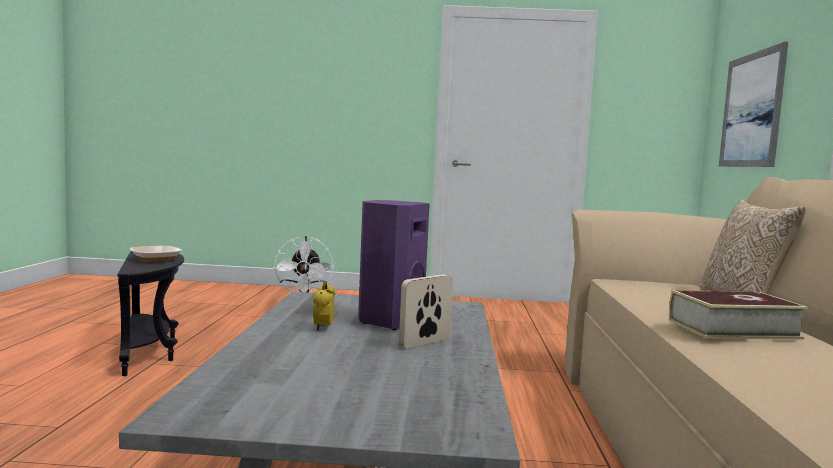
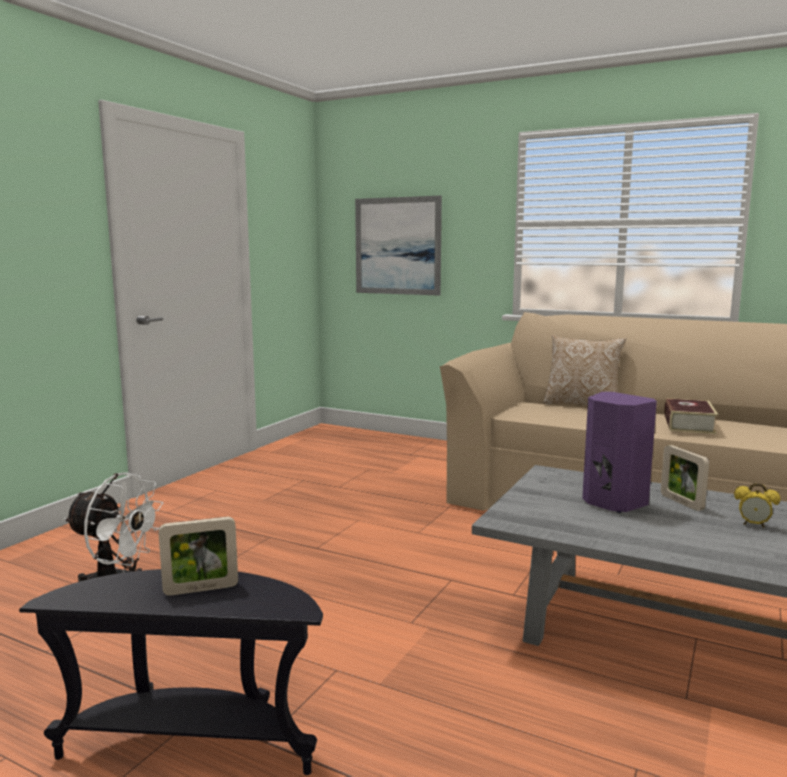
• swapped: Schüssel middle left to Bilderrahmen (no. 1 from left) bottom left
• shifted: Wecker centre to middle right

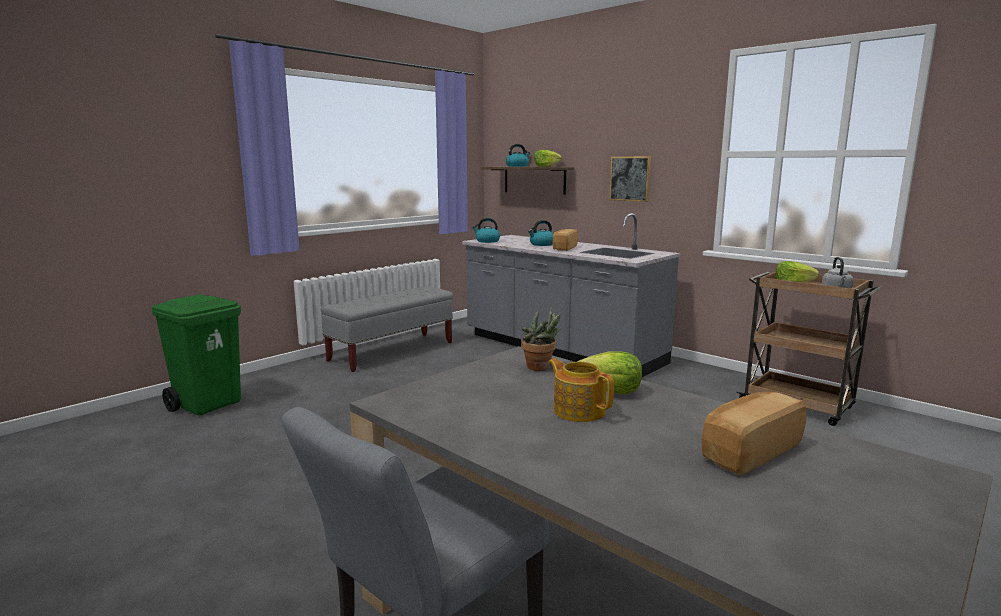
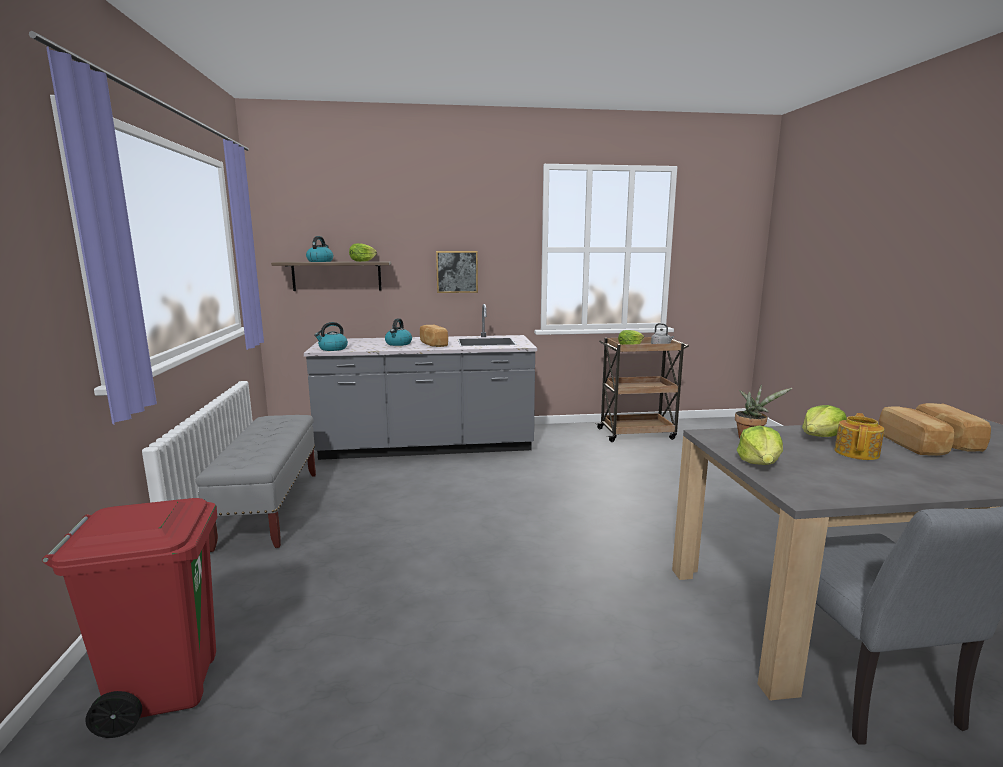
• repainted: Mülleimer [grün] middle left to Mülleimer [rot] bottom left
• rotated: Teekanne centre = middle right 120 degrees clockwise
• new: Salatkopf (no. 3 from left) middle right
• new: Brot (no. 2 from left) middle right

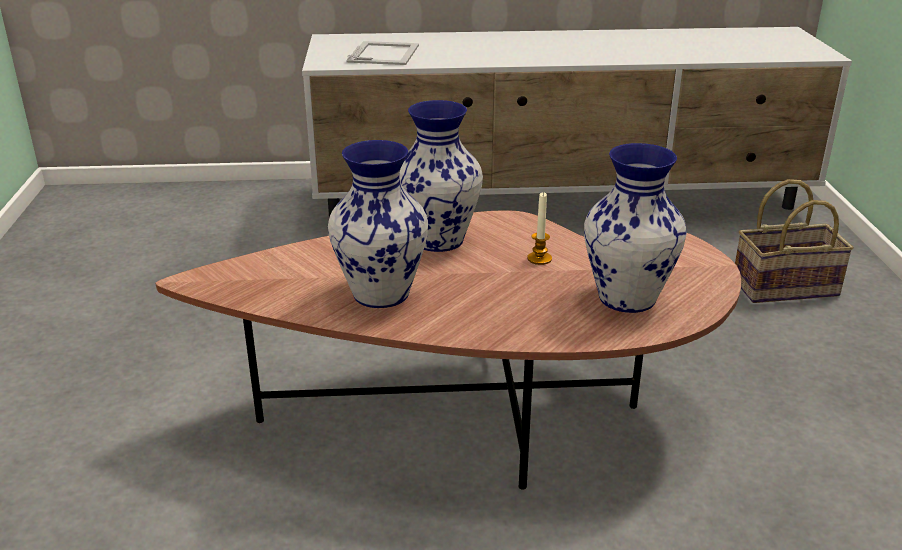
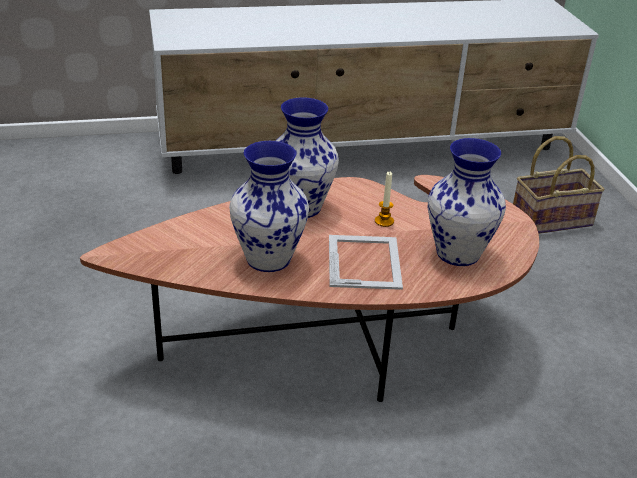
• shifted: Bilderrahmen top centre to centre

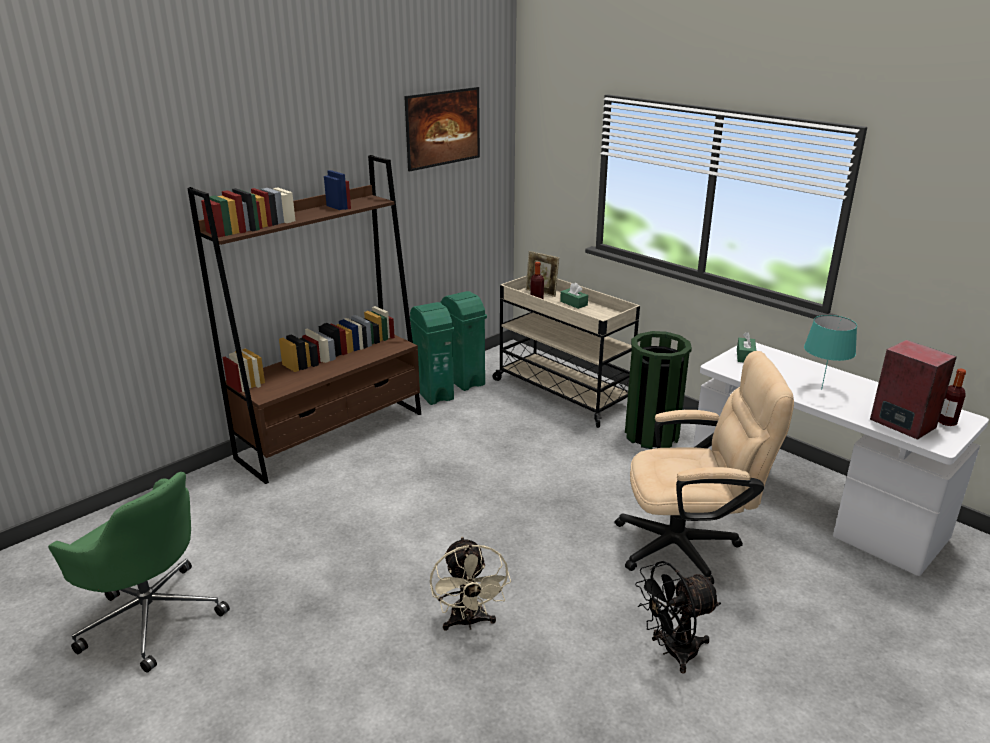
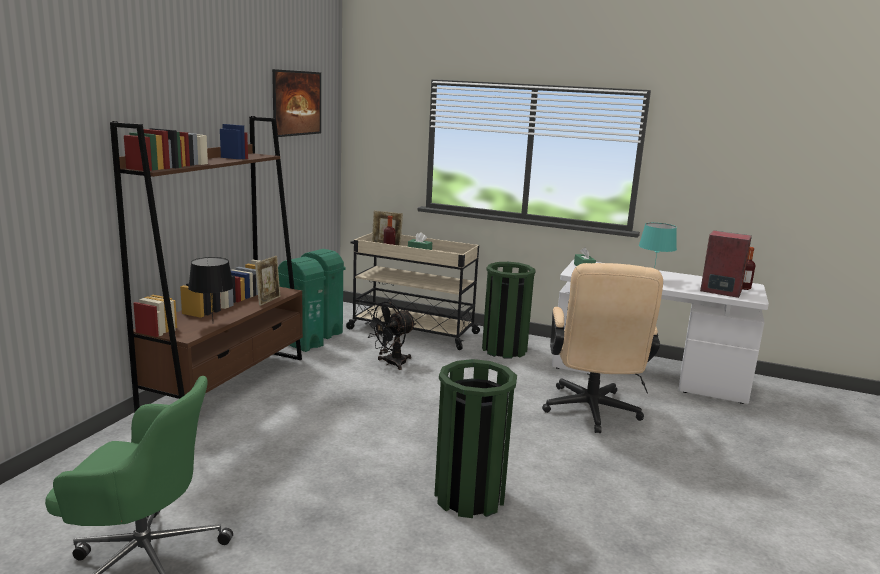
• swapped: Ventilator [beige] bottom centre to Mülleimer [grün] (no. 3 from left) bottom centre
• rotated: Bürostuhl [beige] middle right = middle right 120 degrees clockwise
• shifted: Ventilator [schwarz] bottom right to centre
• new: Tischlampe [schwarz] middle left
• new: Bilderrahmen (no. 1 from left) middle left

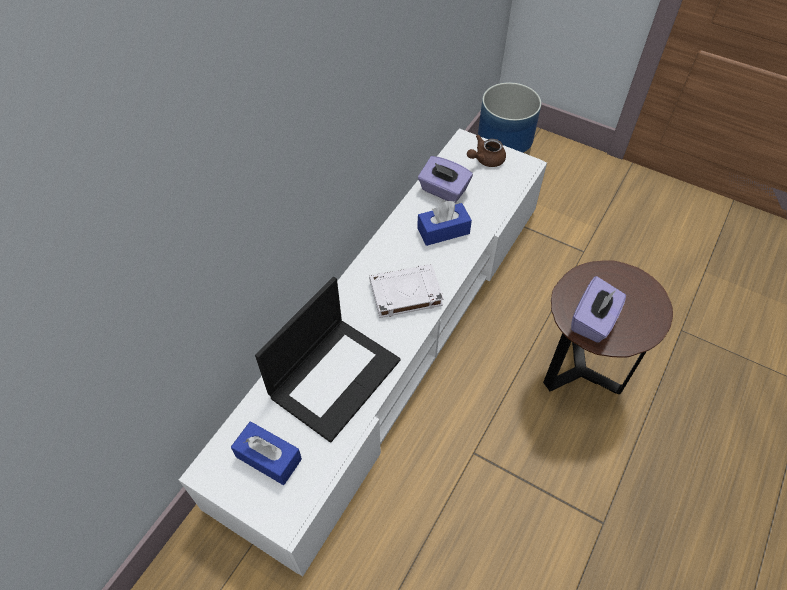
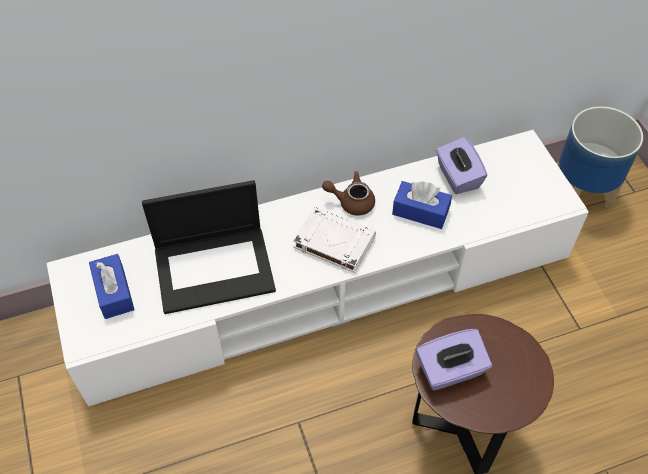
• shifted: Teekanne [braun] top centre to centre

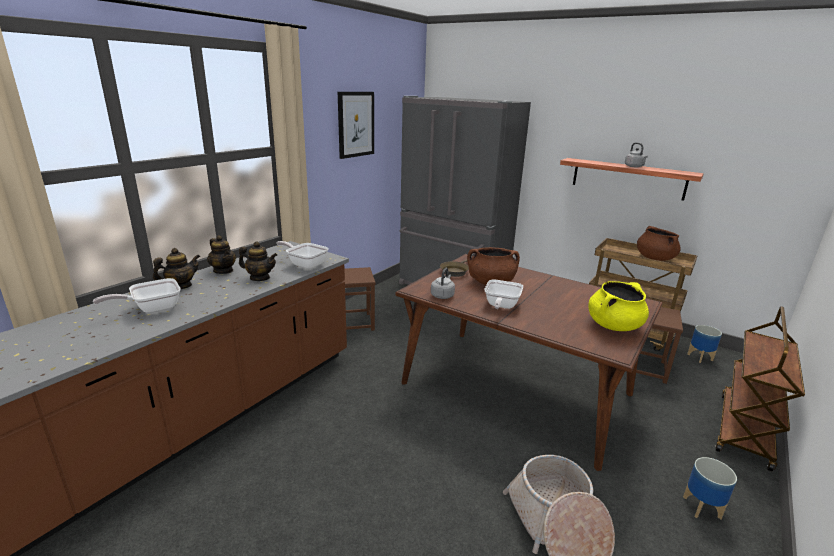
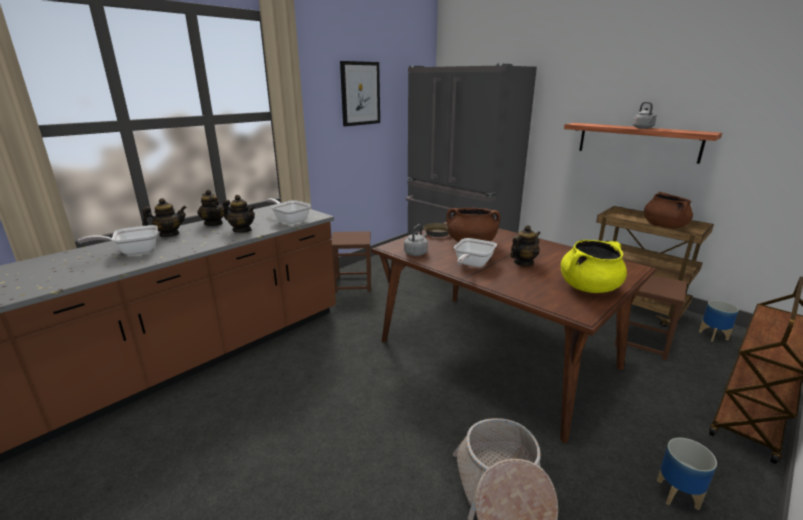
• new: Teekanne (no. 4 from left) centre

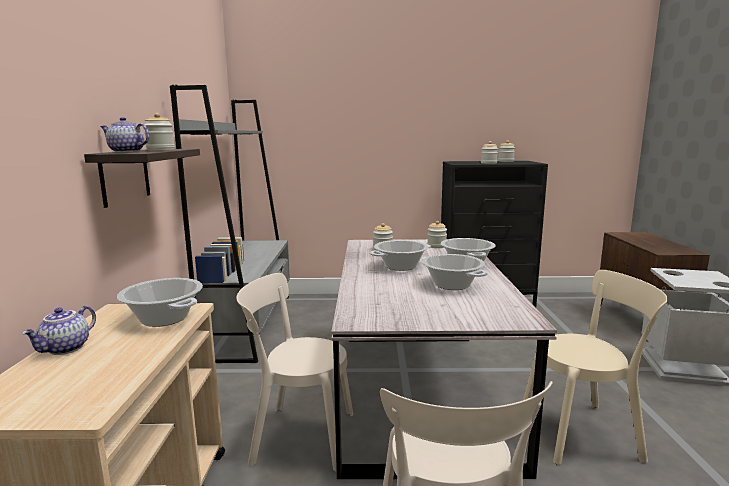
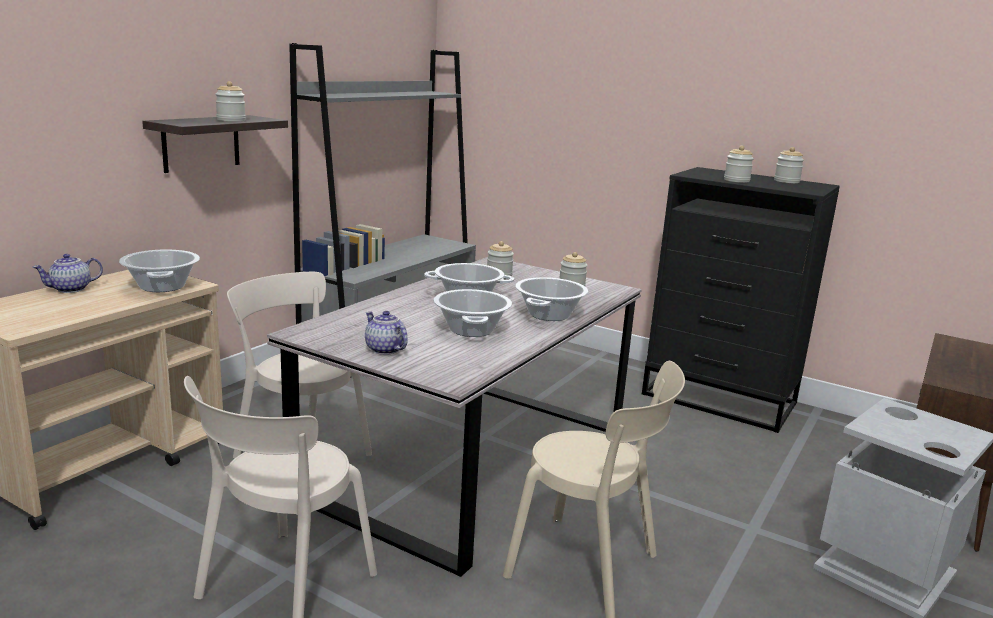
• shifted: Teekanne (no. 2 from left) top left to centre

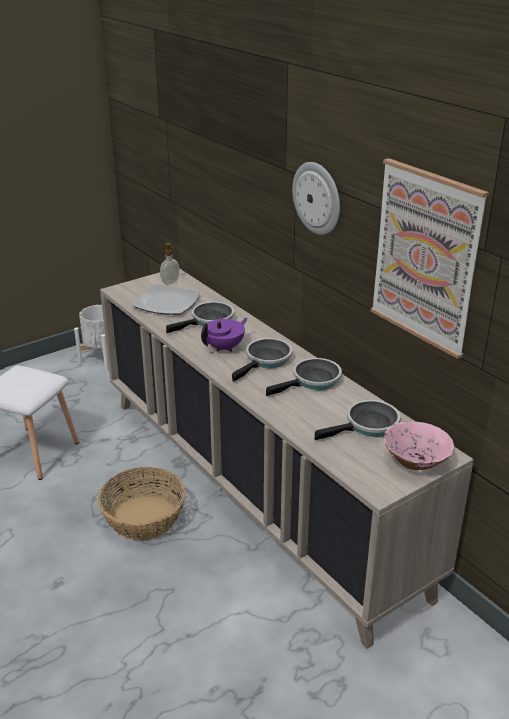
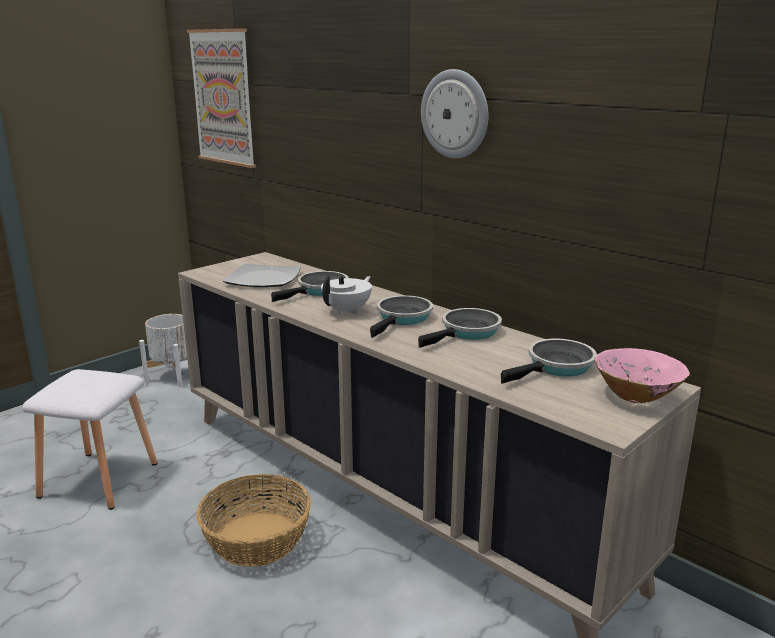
• gone: Seifenspender centre
• repainted: Teekanne [lila] centre to Teekanne [weiß] centre
• shifted: Bild middle right to top left

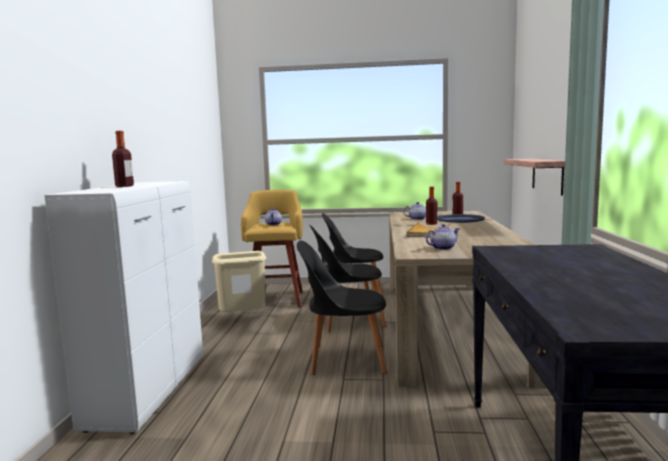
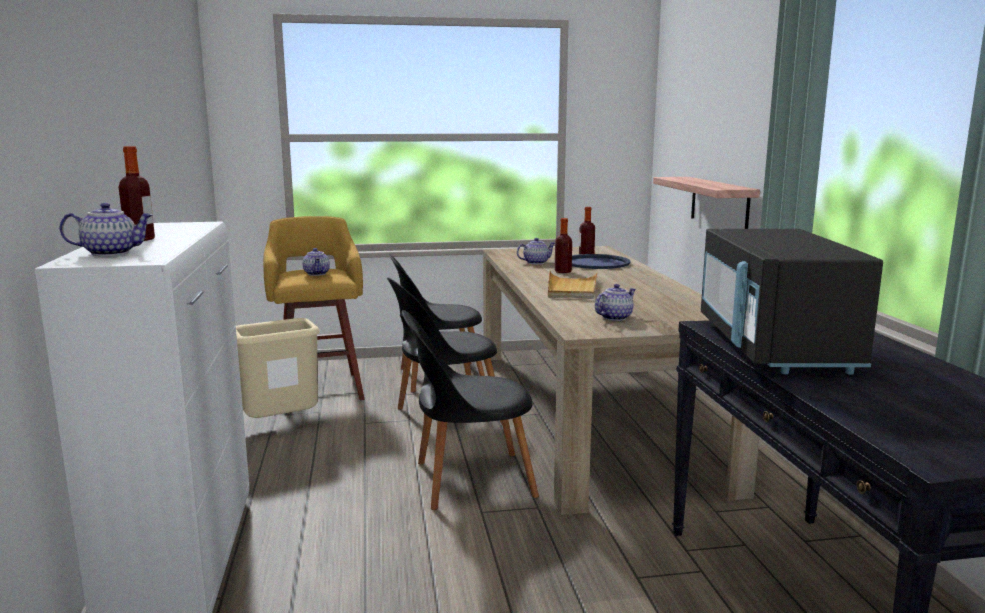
• new: Teekanne (no. 1 from left) middle left
• new: Mikrowelle [schwarz] middle right

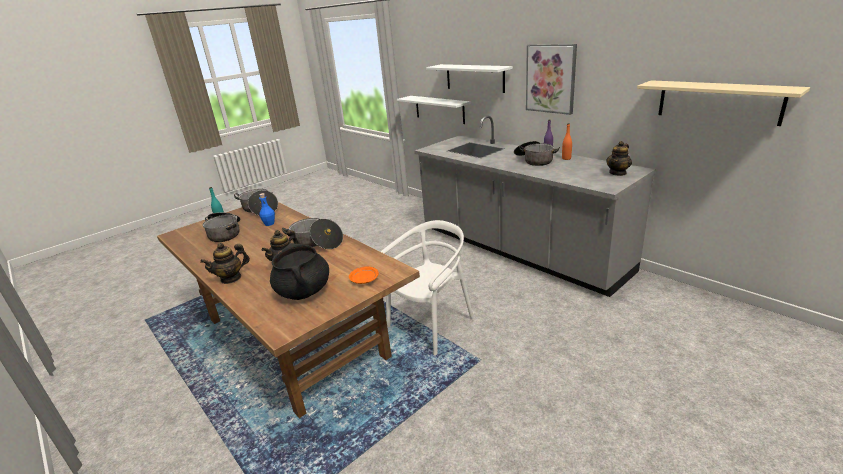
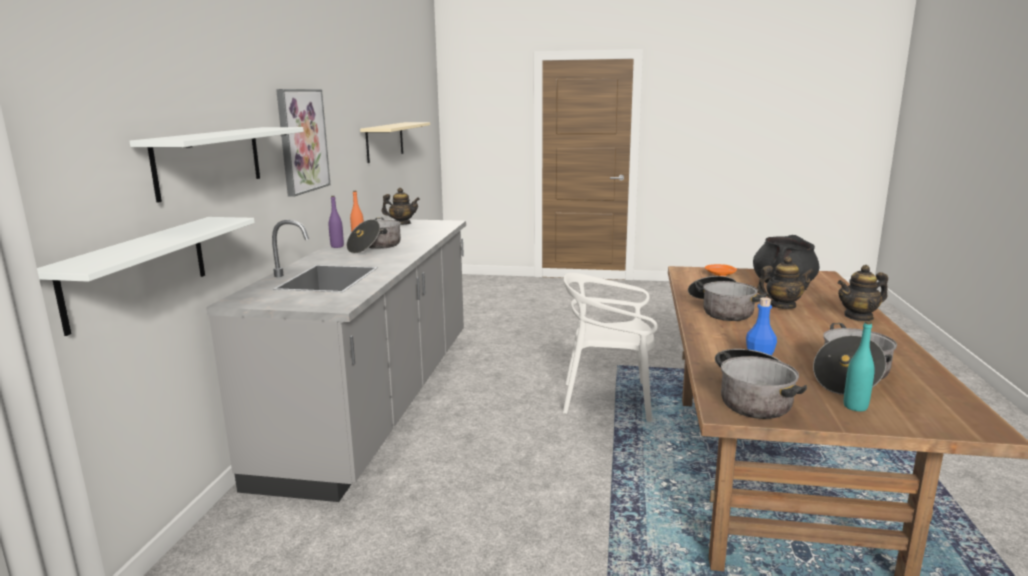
• rotated: Teekanne (no. 1 from left in the first image) middle left = middle right 150 degrees clockwise

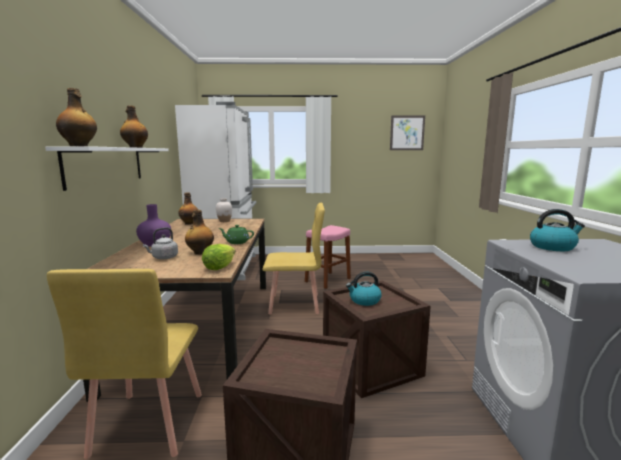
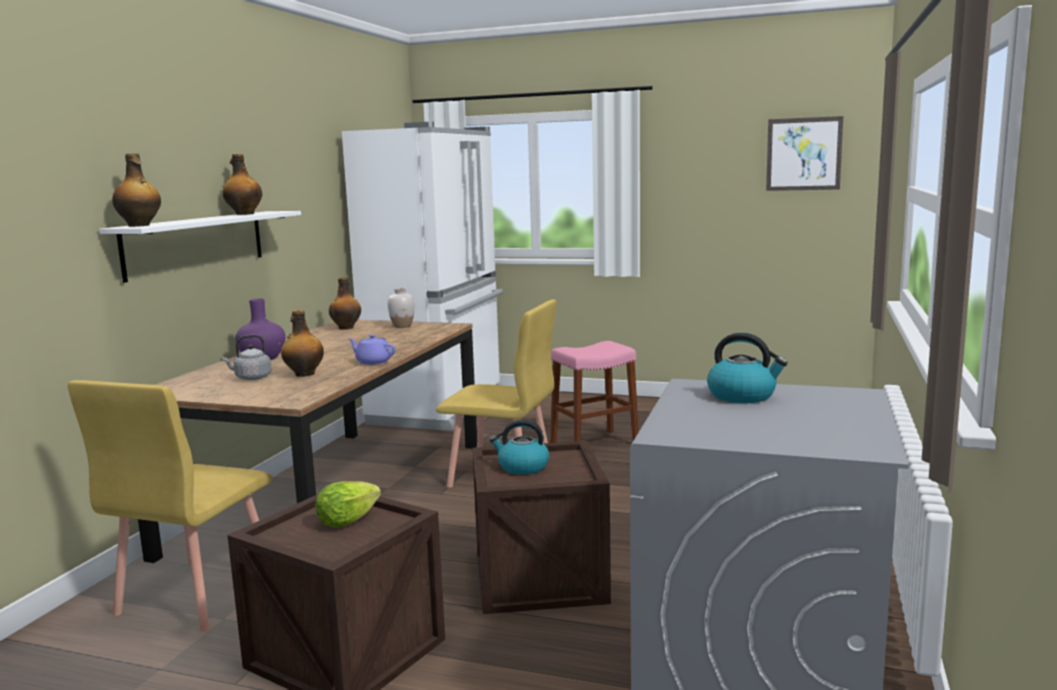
• shifted: Salatkopf centre to bottom left
• repainted: Teekanne [grün] centre to Teekanne [lila] centre

